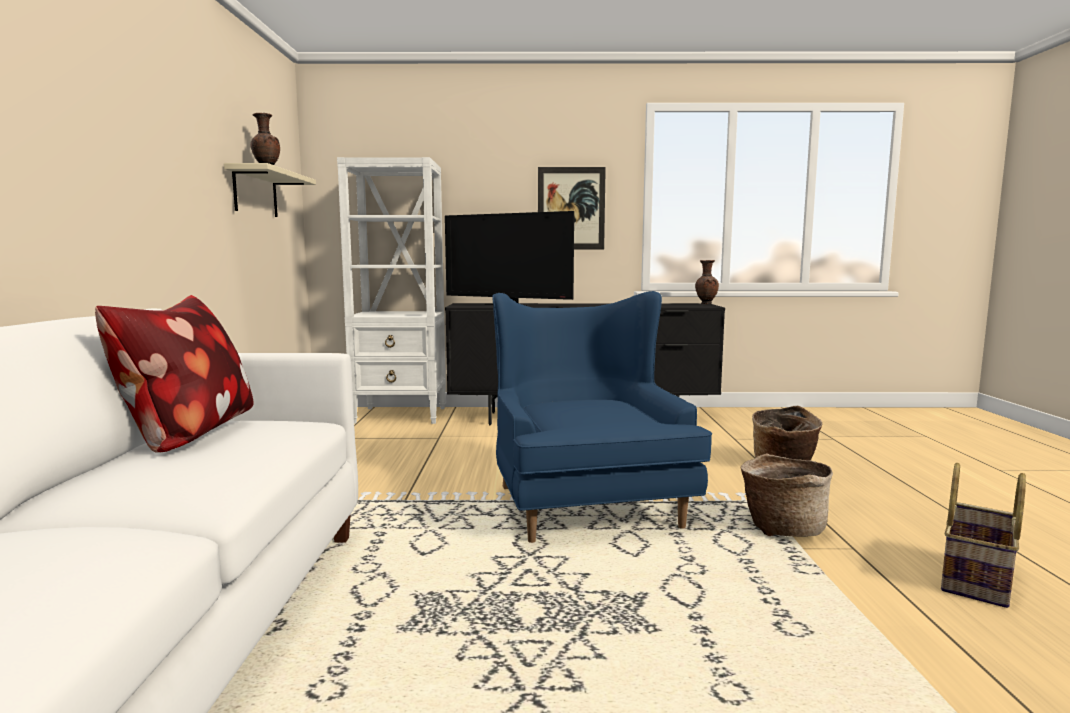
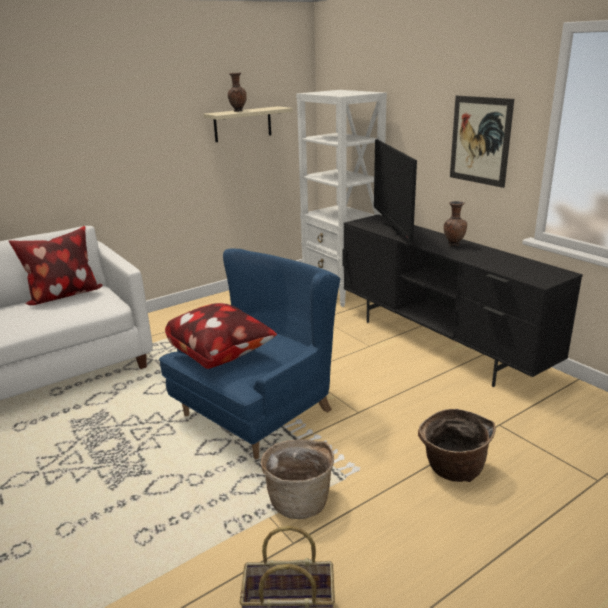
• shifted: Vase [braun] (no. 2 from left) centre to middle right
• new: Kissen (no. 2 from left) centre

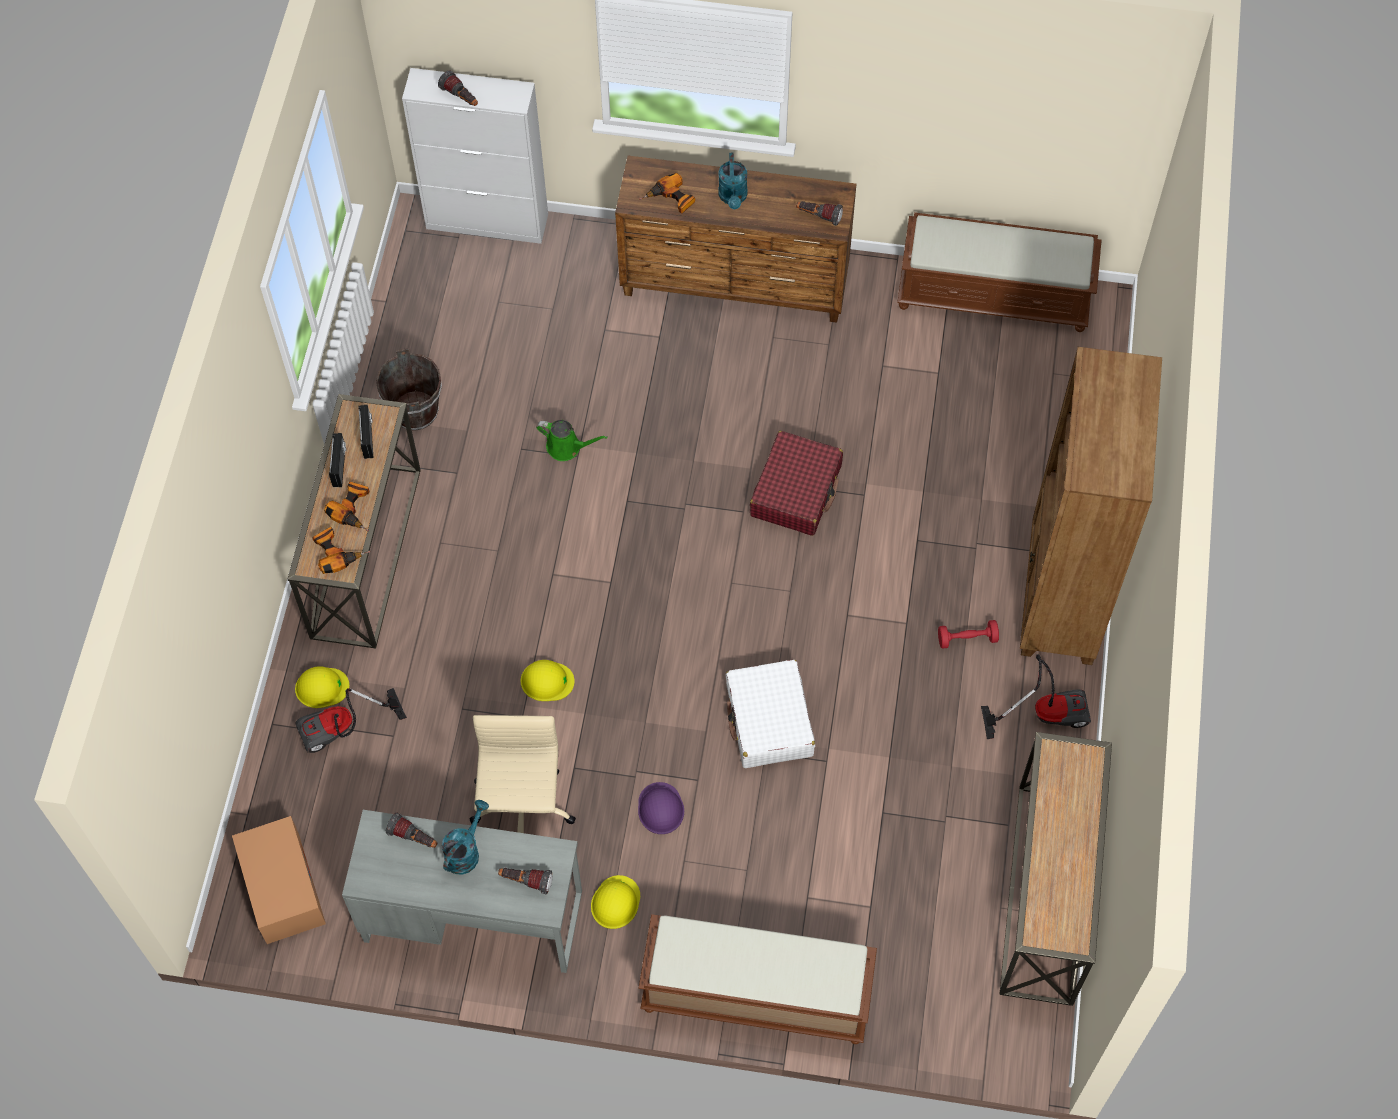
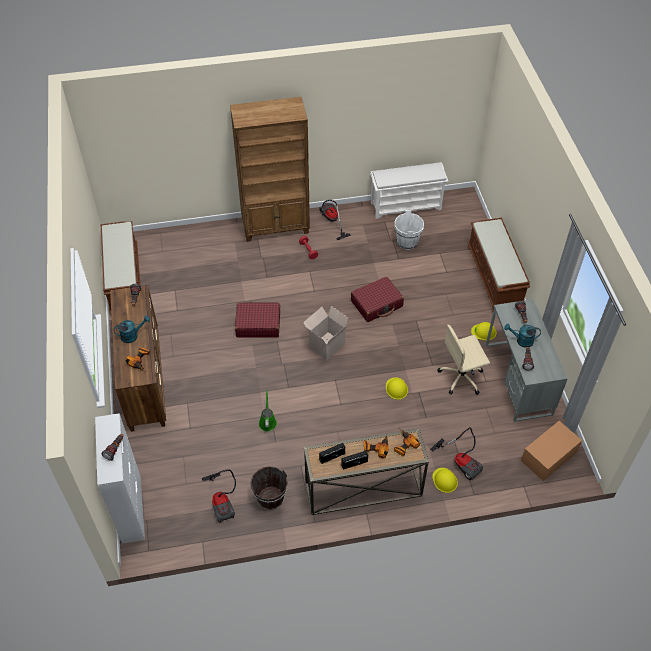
• gone: Schutzhelm [lila] bottom centre
• repainted: Koffer [weiß] centre to Koffer [rot] (no. 2 from left) centre
• swapped: Konsolentisch (no. 2 from left) bottom right to Schuhregal [weiß] top centre
• new: Staubsauger (no. 1 from left) bottom centre
• new: Karton (no. 1 from left) centre
• new: Eimer [weiß] centre

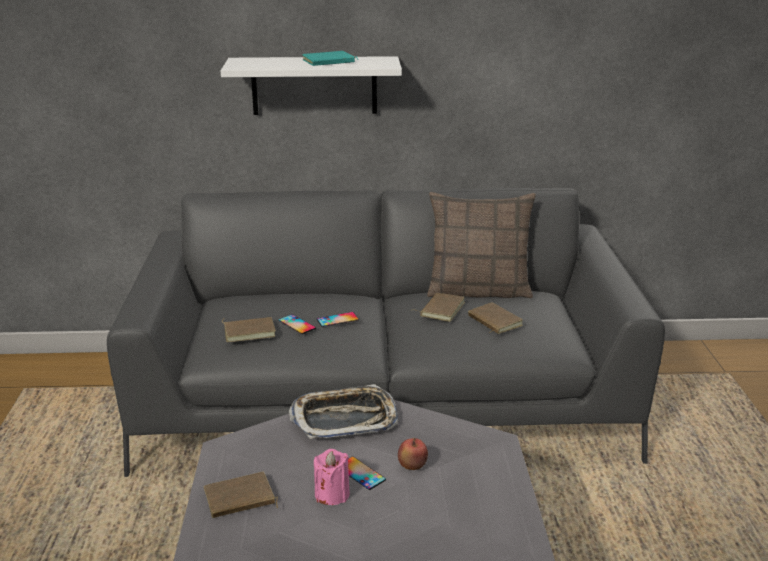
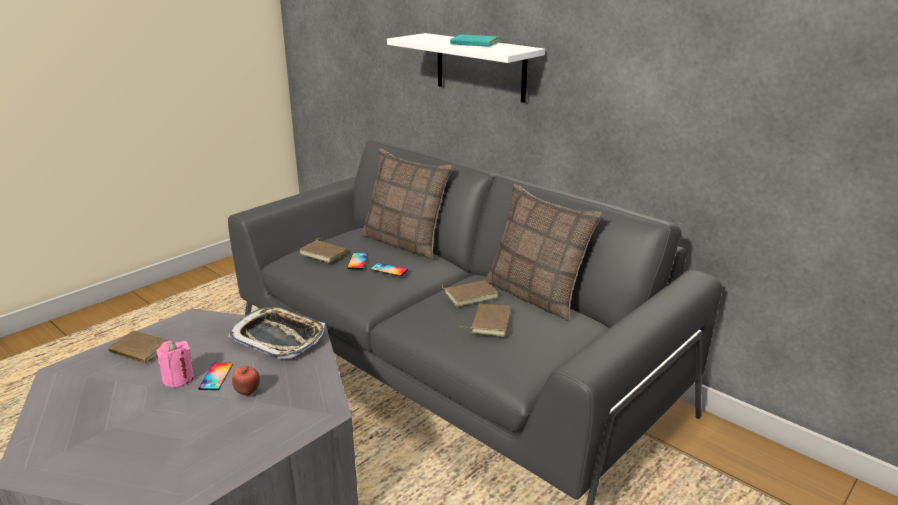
• new: Kissen (no. 1 from left) centre

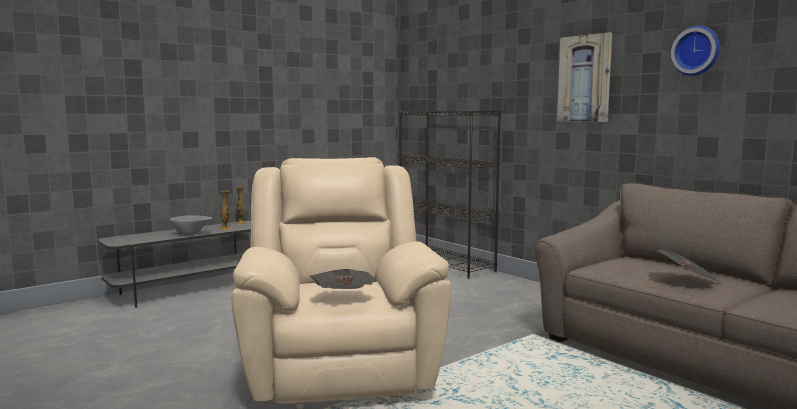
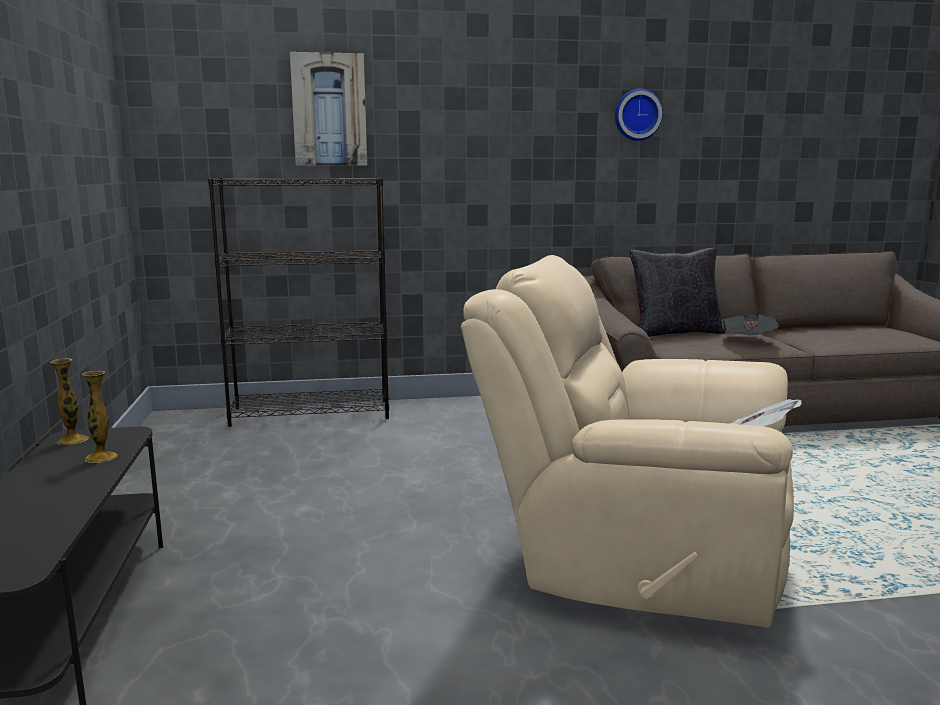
• gone: Schüssel [grau] middle left
• shifted: Bild top right to top centre
• new: Kissen [schwarz] middle right

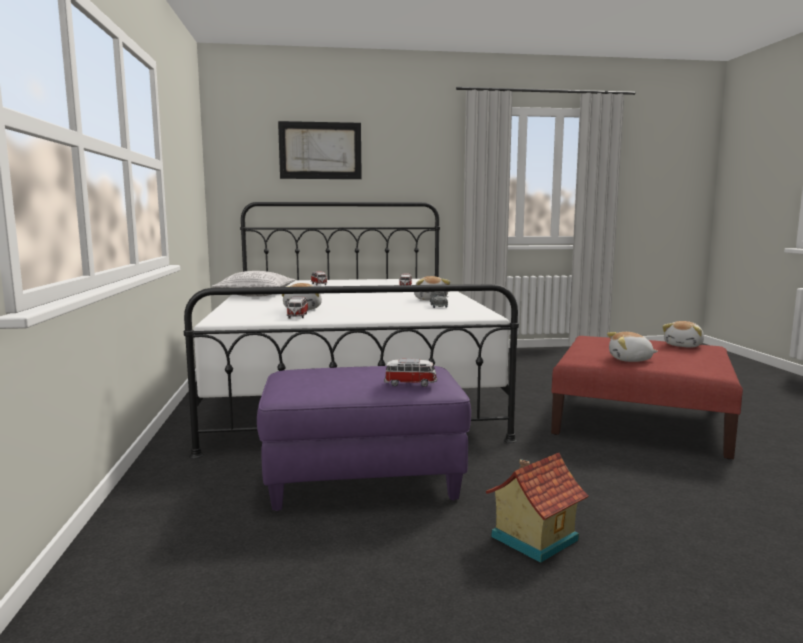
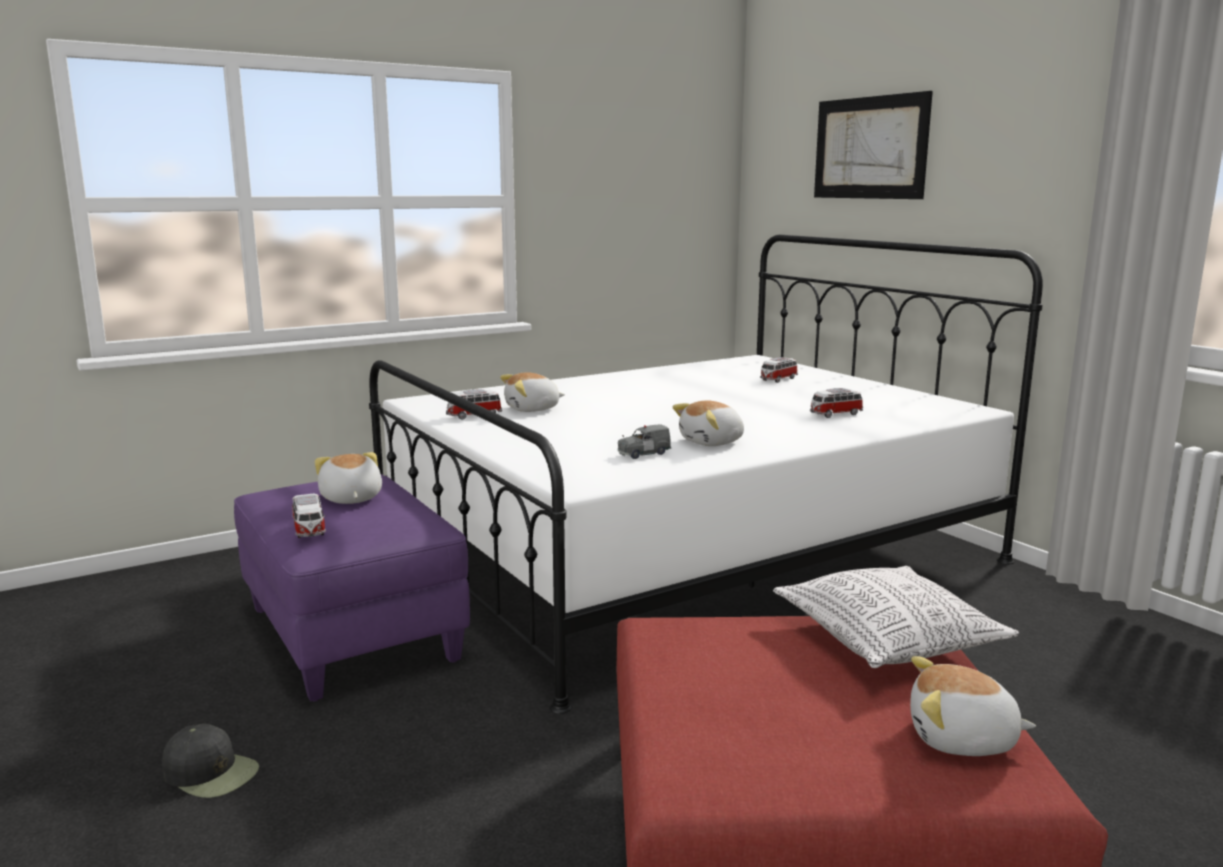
• shifted: Kissen middle left to bottom right
• swapped: Spielzeughaus bottom right to Kappe [schwarz] bottom left
• shifted: Plüschtier (no. 3 from left in the first image) middle right to Plüschtier (no. 1 from left) middle left

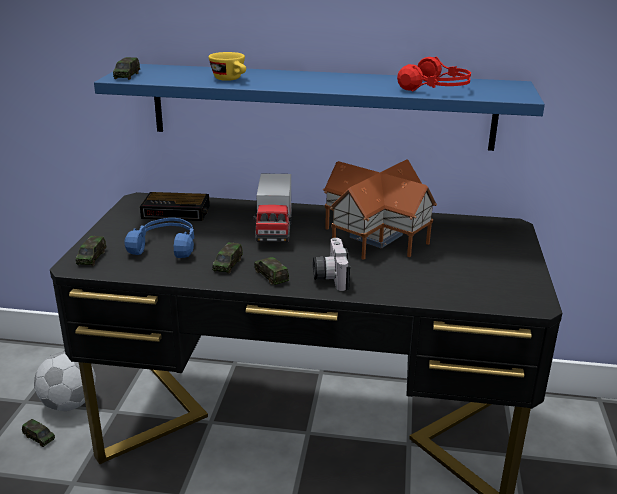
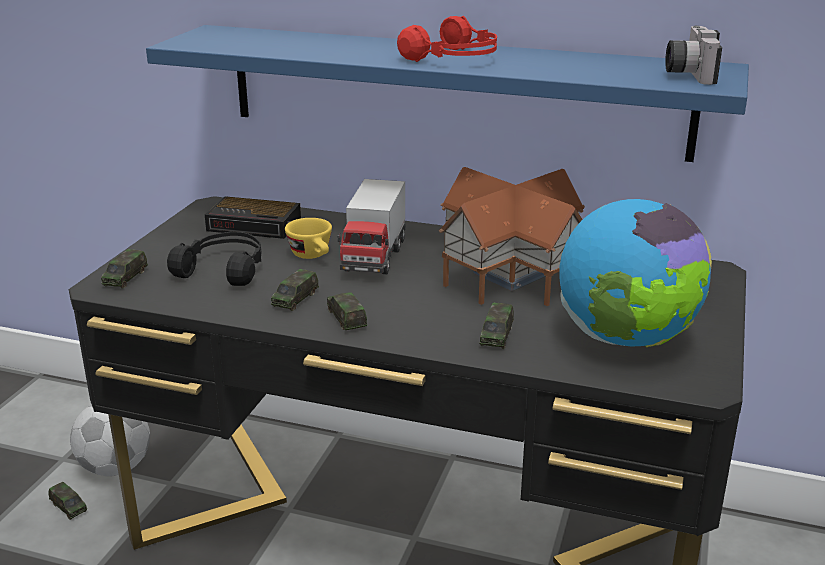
• shifted: Spielzeugauto (no. 3 from left in the first image) top left to Spielzeugauto (no. 5 from left) centre
• repainted: Kopfhörer [blau] middle left to Kopfhörer [schwarz] middle left
• shifted: Tasse [gelb] top centre to centre
• shifted: Kamera centre to top right
• shifted: Kopfhörer [rot] top right to top centre
• new: Globus middle right

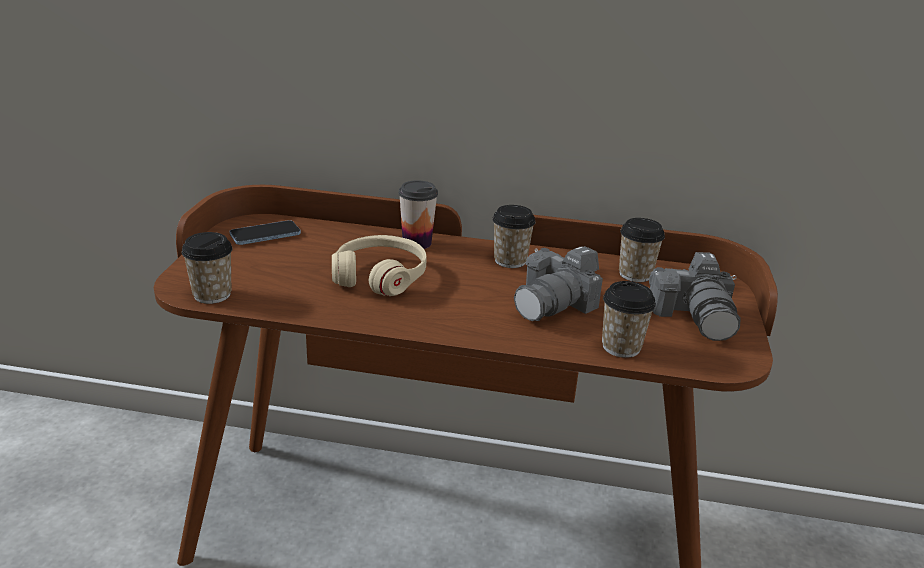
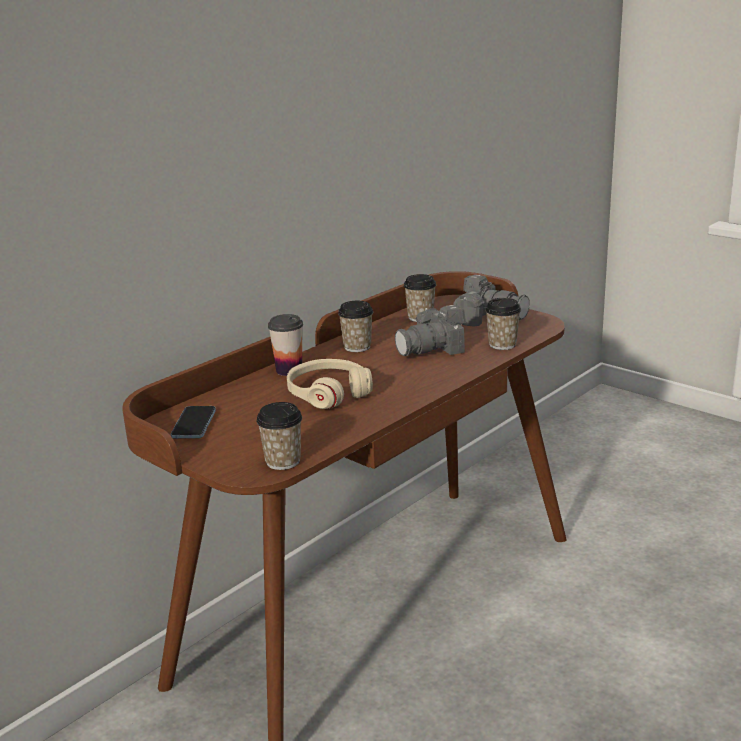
• rotated: Kamera (no. 1 from left) centre = centre 75 degrees clockwise

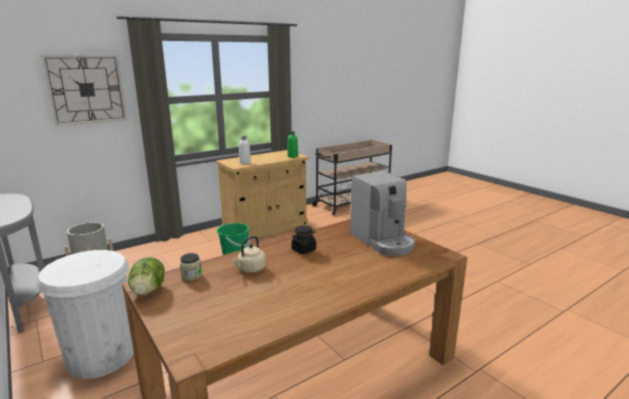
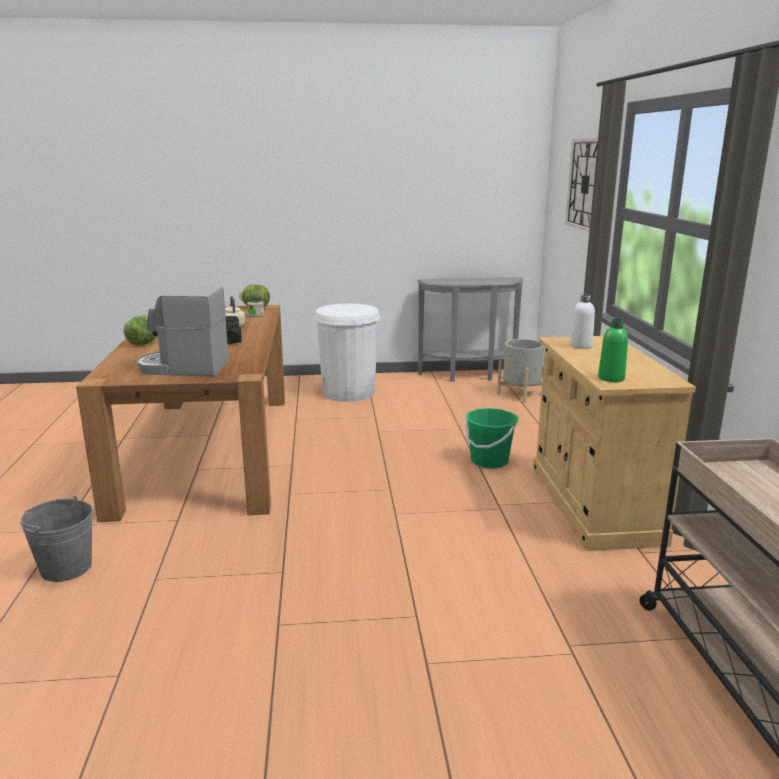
• new: Eimer [grau] bottom left
• new: Salatkopf (no. 1 from left) middle left

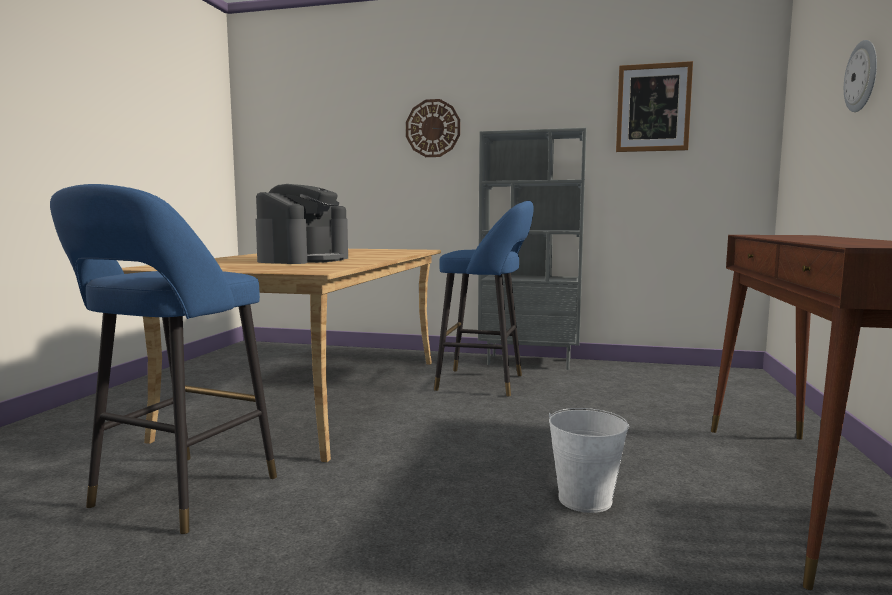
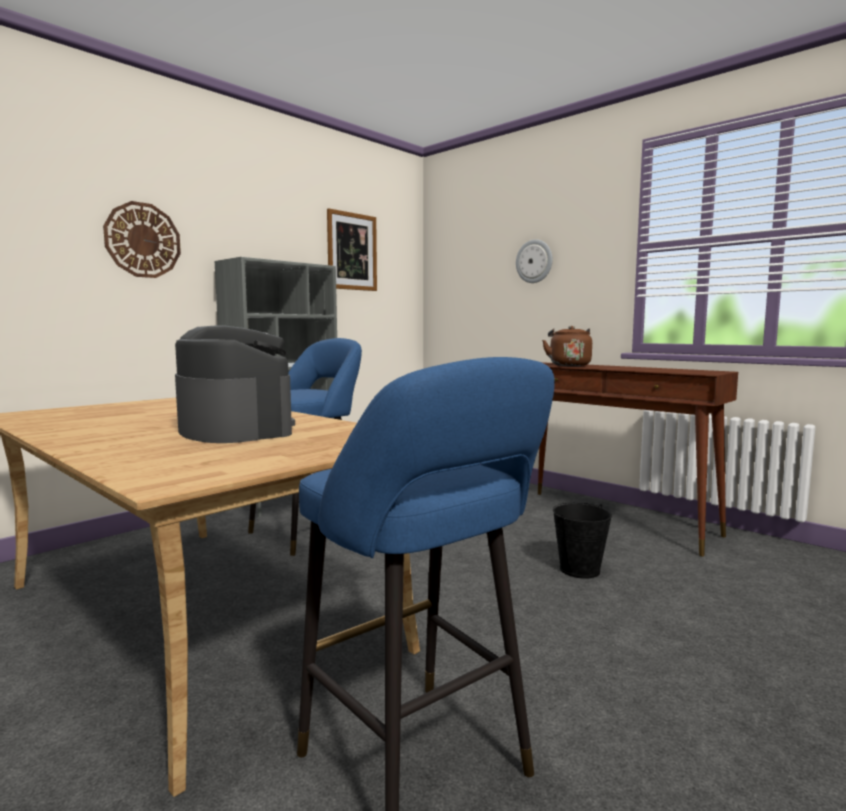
• repainted: Eimer [weiß] bottom centre to Eimer [schwarz] middle right
• new: Wasserkessel [braun] middle right

